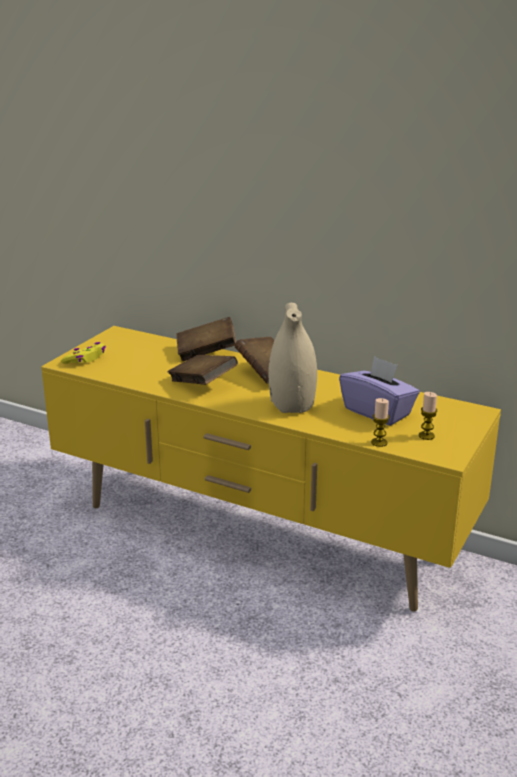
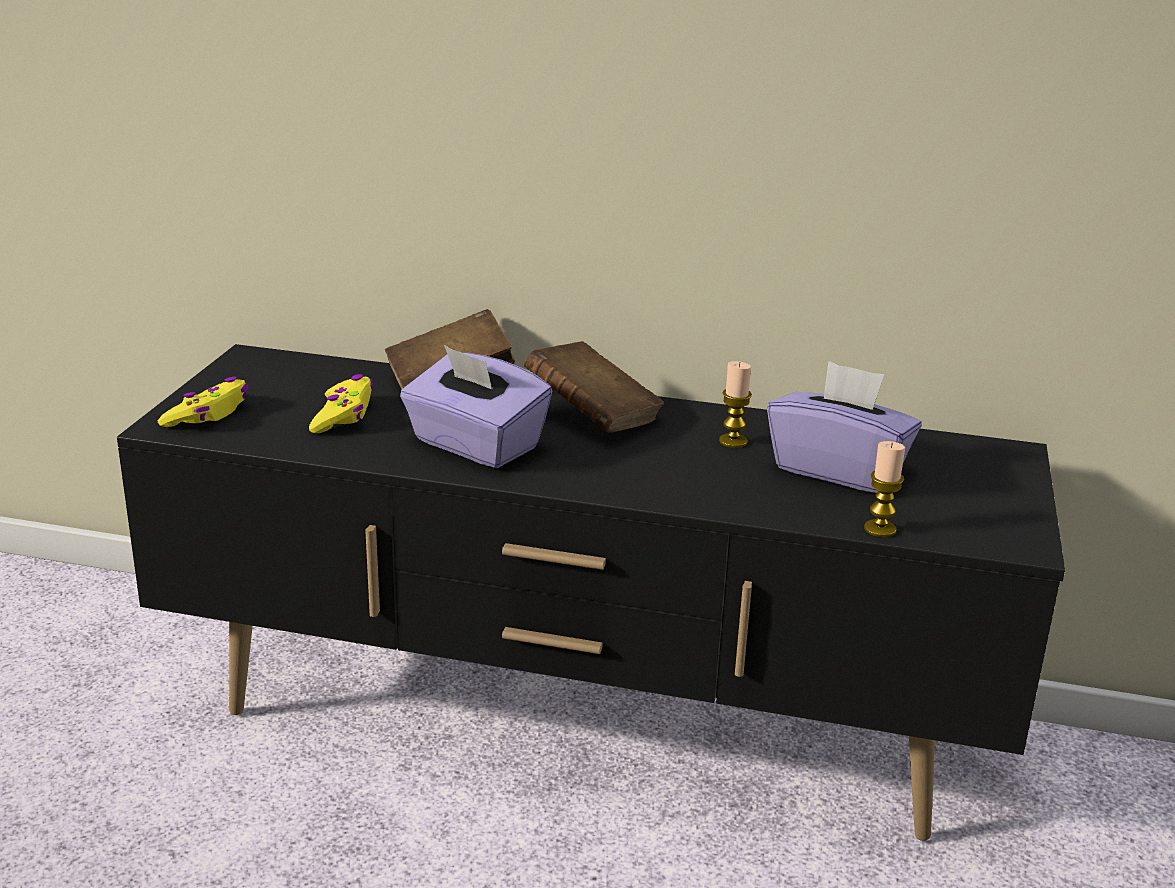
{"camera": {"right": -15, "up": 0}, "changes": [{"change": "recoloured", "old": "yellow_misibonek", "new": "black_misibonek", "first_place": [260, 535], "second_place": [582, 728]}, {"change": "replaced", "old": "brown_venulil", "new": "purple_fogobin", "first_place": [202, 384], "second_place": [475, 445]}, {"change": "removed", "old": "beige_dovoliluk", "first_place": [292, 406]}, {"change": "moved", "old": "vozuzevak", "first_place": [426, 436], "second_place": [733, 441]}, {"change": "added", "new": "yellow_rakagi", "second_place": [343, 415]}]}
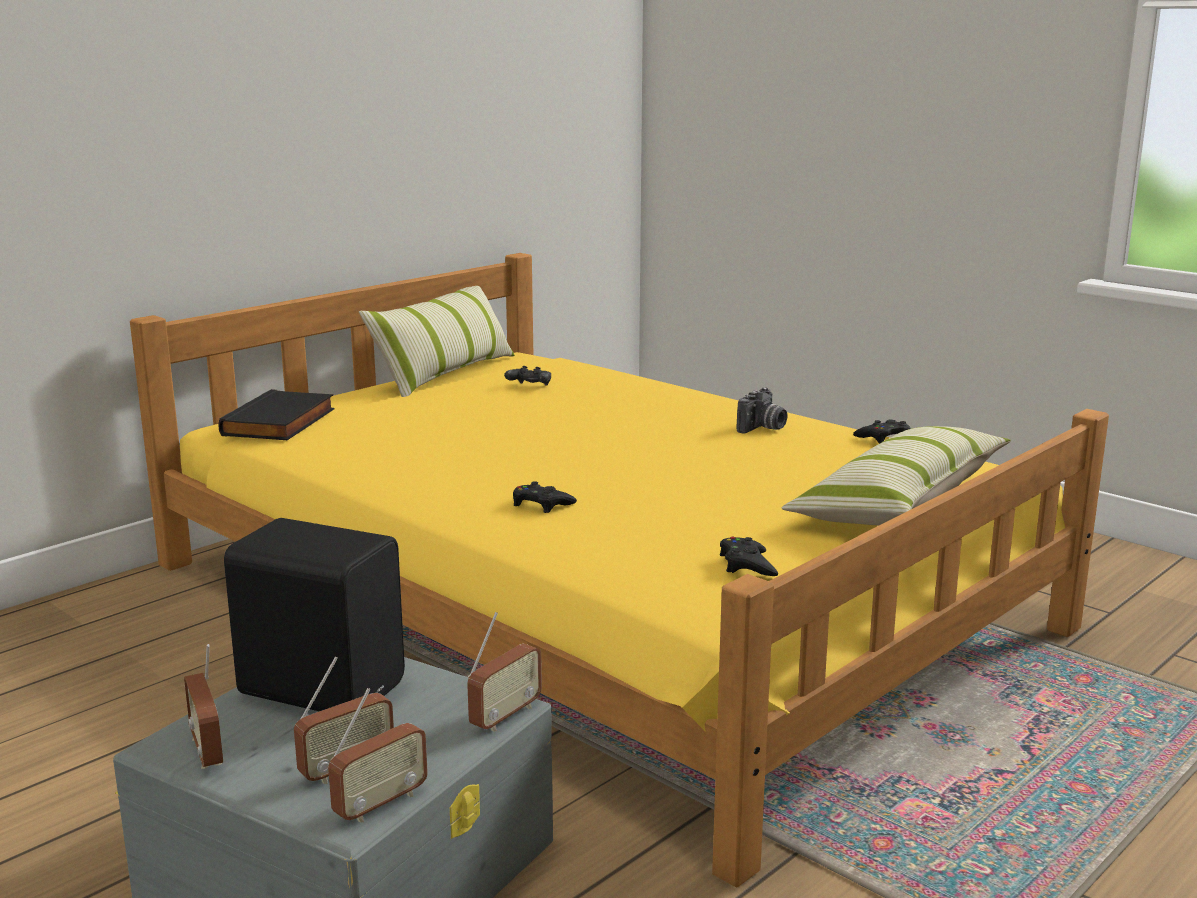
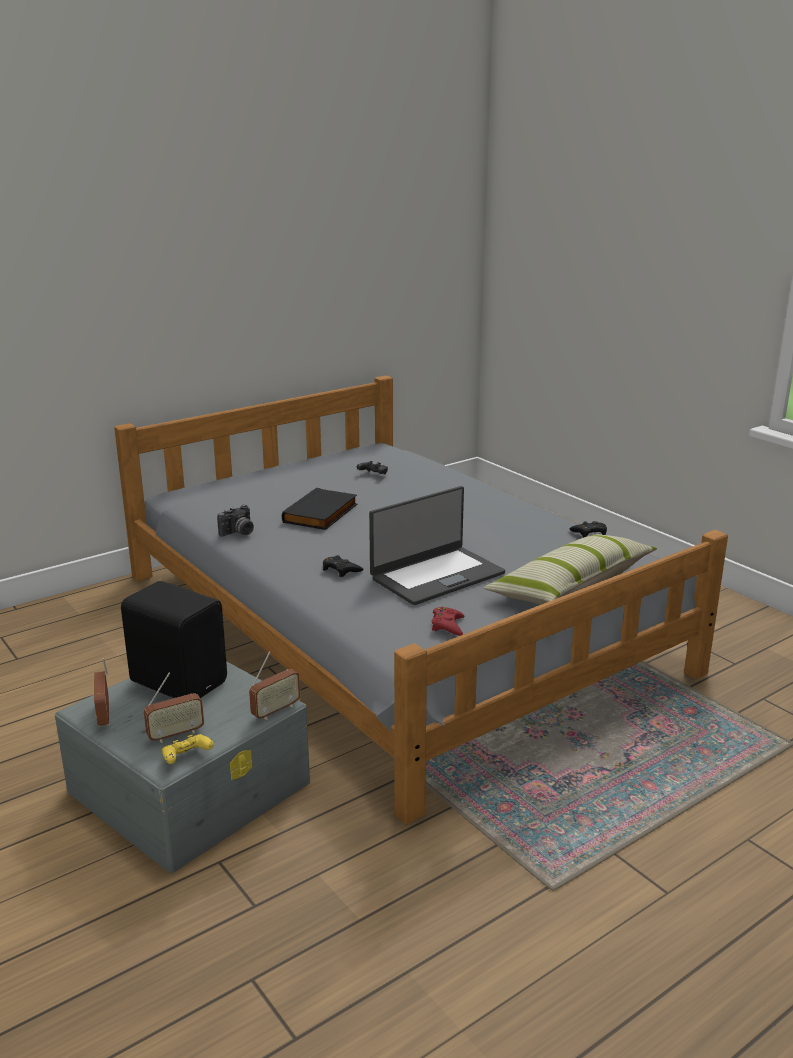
{"camera": {"right": 10, "up": 5}, "changes": [{"change": "recoloured", "old": "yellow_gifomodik", "new": "grey_gifomodik", "first_place": [598, 596], "second_place": [396, 621]}, {"change": "moved", "old": "black_venulil", "first_place": [281, 423], "second_place": [322, 514]}, {"change": "replaced", "old": "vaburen", "new": "yellow_rakagi", "first_place": [380, 804], "second_place": [186, 758]}, {"change": "removed", "old": "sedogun", "first_place": [445, 374]}, {"change": "recoloured", "old": "black_rakagi", "new": "red_rakagi", "first_place": [747, 564], "second_place": [447, 625]}, {"change": "moved", "old": "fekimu", "first_place": [762, 428], "second_place": [238, 533]}, {"change": "added", "new": "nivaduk", "second_place": [436, 575]}]}
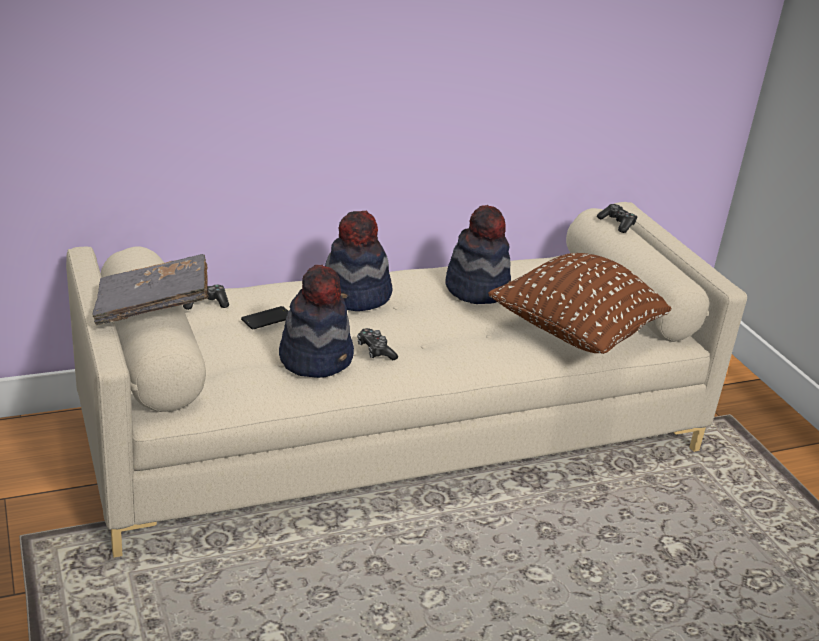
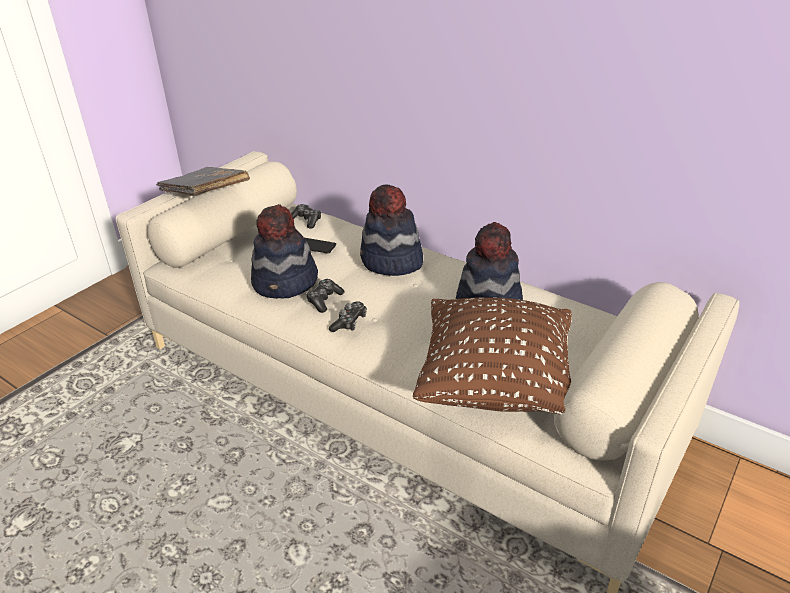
{"camera": {"right": 60, "up": 5}, "changes": [{"change": "moved", "old": "rakagi", "first_place": [617, 224], "second_place": [349, 322]}]}
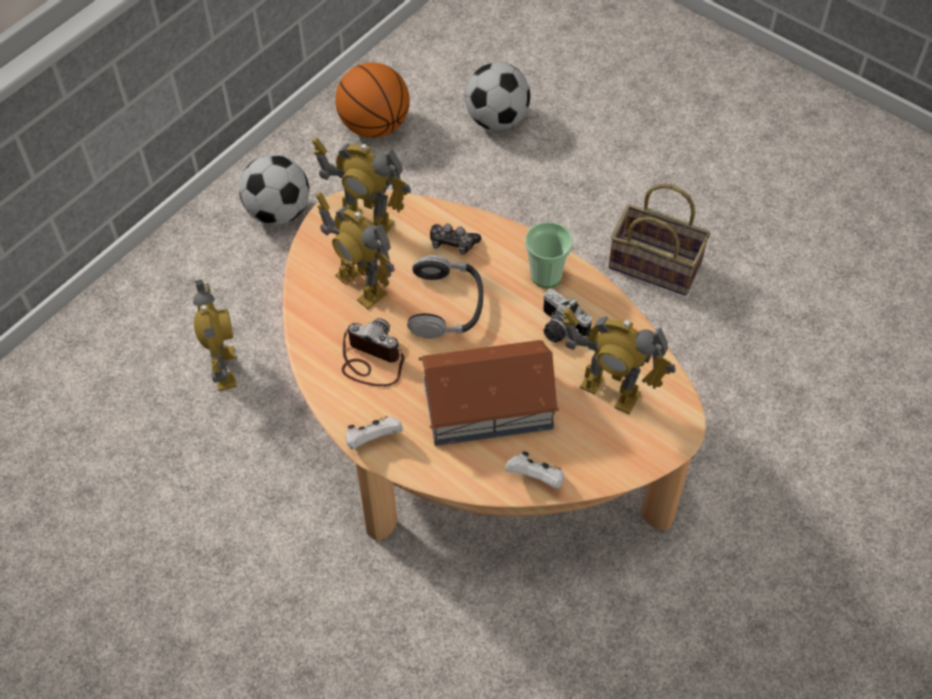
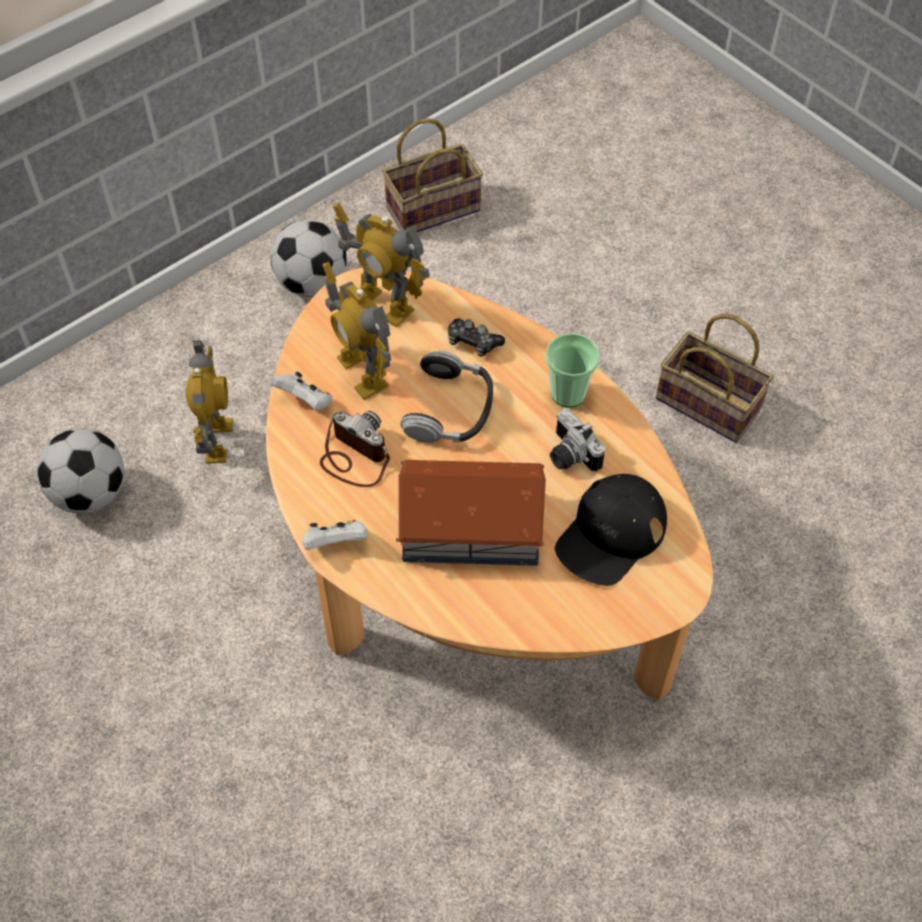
{"camera": {"right": 10, "up": 0}, "changes": [{"change": "replaced", "old": "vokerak", "new": "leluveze", "first_place": [374, 126], "second_place": [434, 207]}, {"change": "moved", "old": "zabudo", "first_place": [496, 119], "second_place": [91, 493]}, {"change": "moved", "old": "white_rakagi", "first_place": [536, 478], "second_place": [306, 402]}, {"change": "replaced", "old": "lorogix", "new": "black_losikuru", "first_place": [610, 391], "second_place": [611, 534]}]}
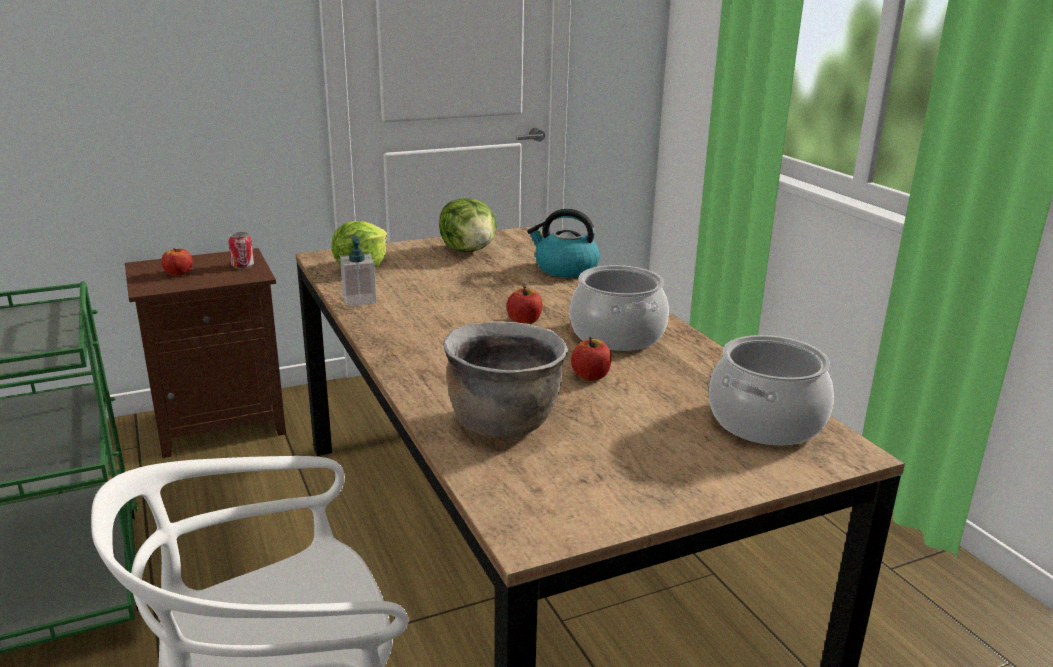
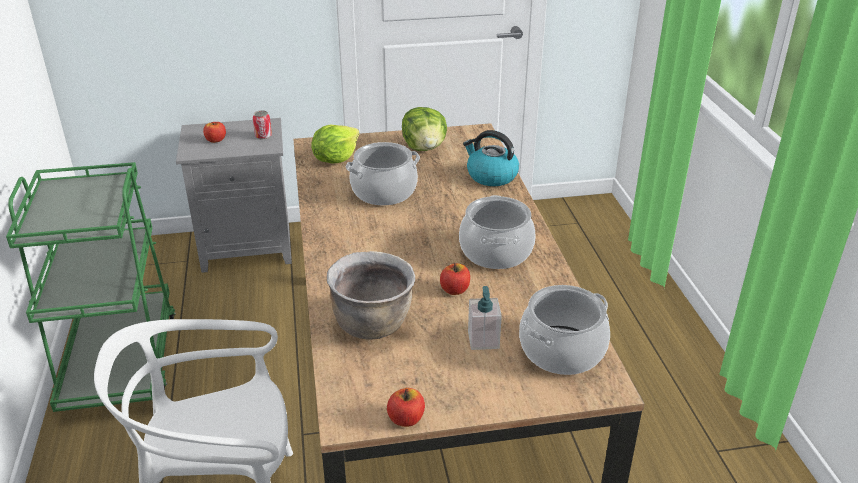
{"camera": {"right": 15, "up": 10}, "changes": [{"change": "recoloured", "old": "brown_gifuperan", "new": "grey_gifuperan", "first_place": [221, 423], "second_place": [248, 247]}, {"change": "moved", "old": "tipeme", "first_place": [359, 300], "second_place": [483, 340]}, {"change": "moved", "old": "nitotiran", "first_place": [524, 321], "second_place": [406, 419]}, {"change": "added", "new": "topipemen", "second_place": [384, 191]}]}
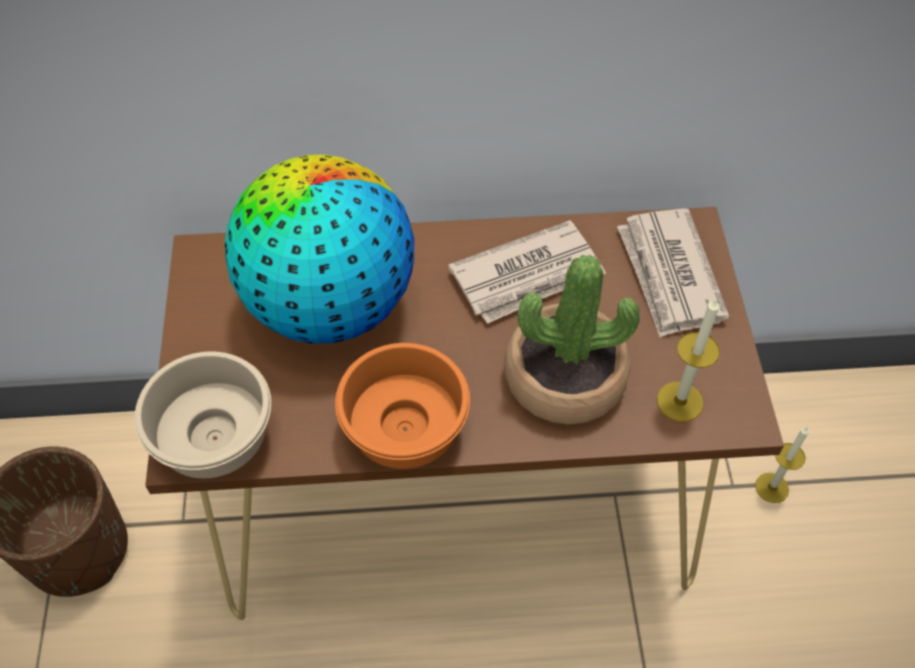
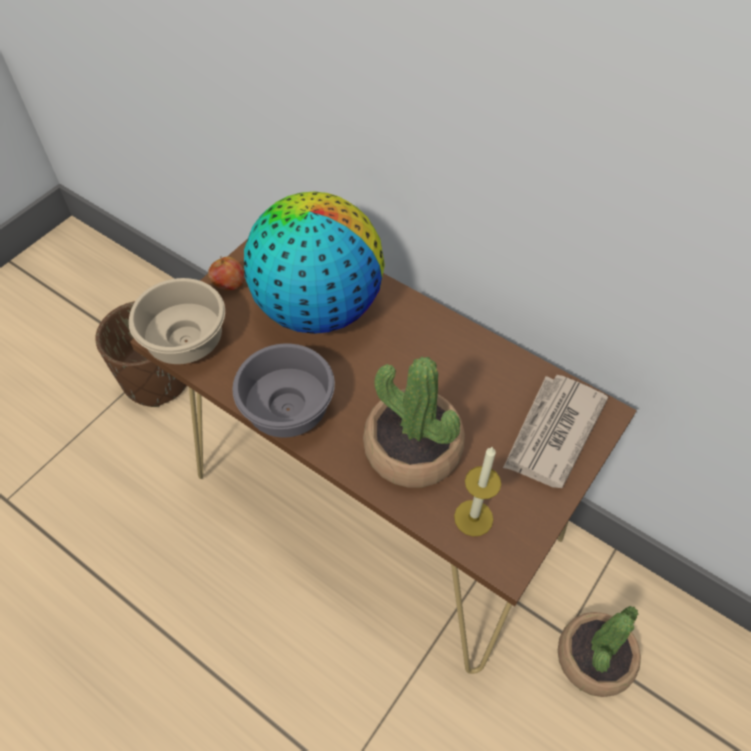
{"camera": {"right": 40, "up": 0}, "changes": [{"change": "recoloured", "old": "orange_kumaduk", "new": "grey_kumaduk", "first_place": [404, 433], "second_place": [285, 411]}, {"change": "removed", "old": "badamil", "first_place": [529, 276]}, {"change": "replaced", "old": "vozuzevak", "new": "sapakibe", "first_place": [772, 487], "second_place": [594, 658]}, {"change": "added", "new": "nitotiran", "second_place": [229, 285]}]}
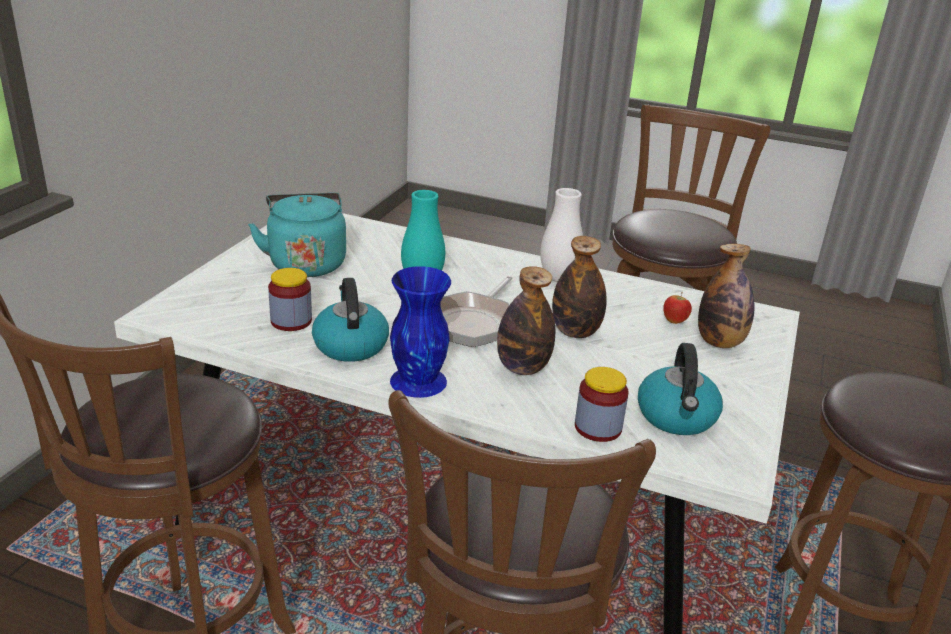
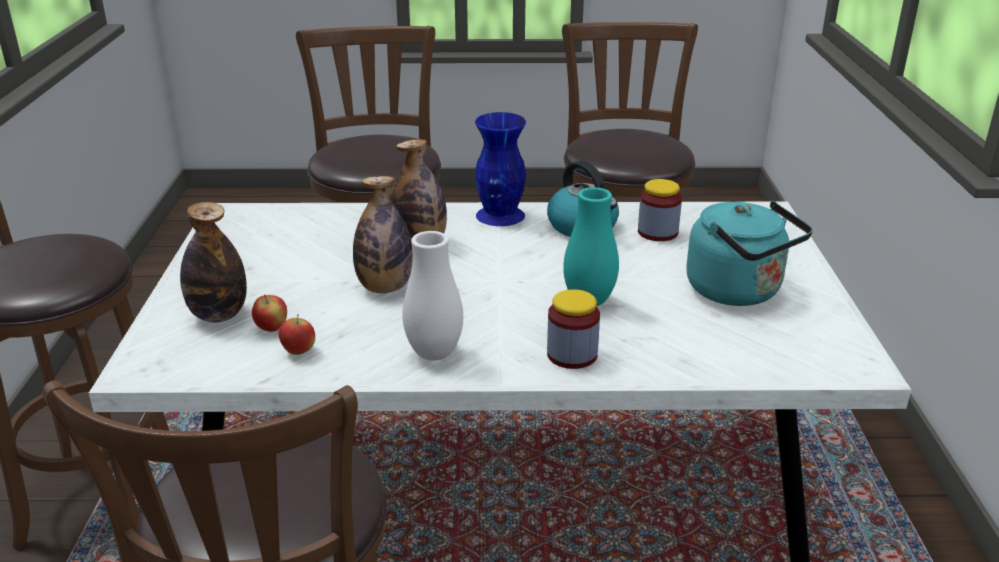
{"camera": {"right": 160, "up": 0}, "changes": [{"change": "removed", "old": "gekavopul", "first_place": [473, 322]}, {"change": "moved", "old": "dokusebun", "first_place": [598, 427], "second_place": [572, 355]}, {"change": "removed", "old": "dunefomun", "first_place": [677, 417]}, {"change": "added", "new": "nitotiran", "second_place": [298, 351]}]}
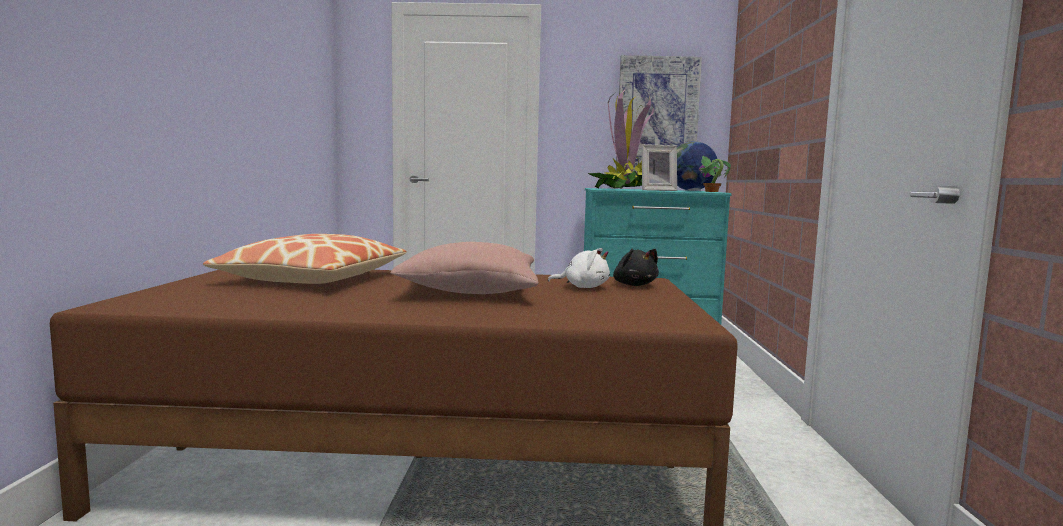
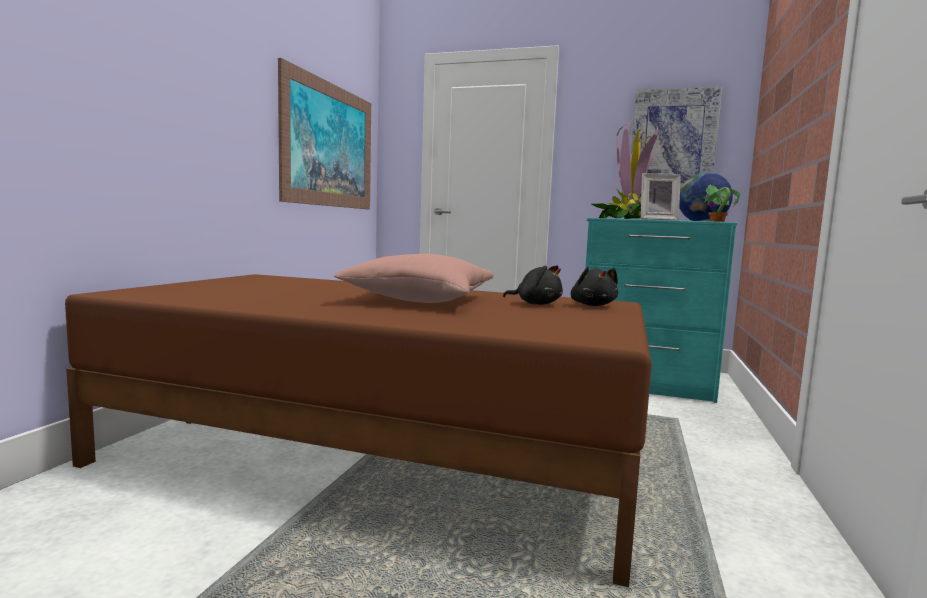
{"camera": {"right": 15, "up": 0}, "changes": [{"change": "removed", "old": "sedogun", "first_place": [314, 279]}, {"change": "recoloured", "old": "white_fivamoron", "new": "black_fivamoron", "first_place": [583, 287], "second_place": [536, 304]}, {"change": "added", "new": "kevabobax", "second_place": [329, 145]}]}
